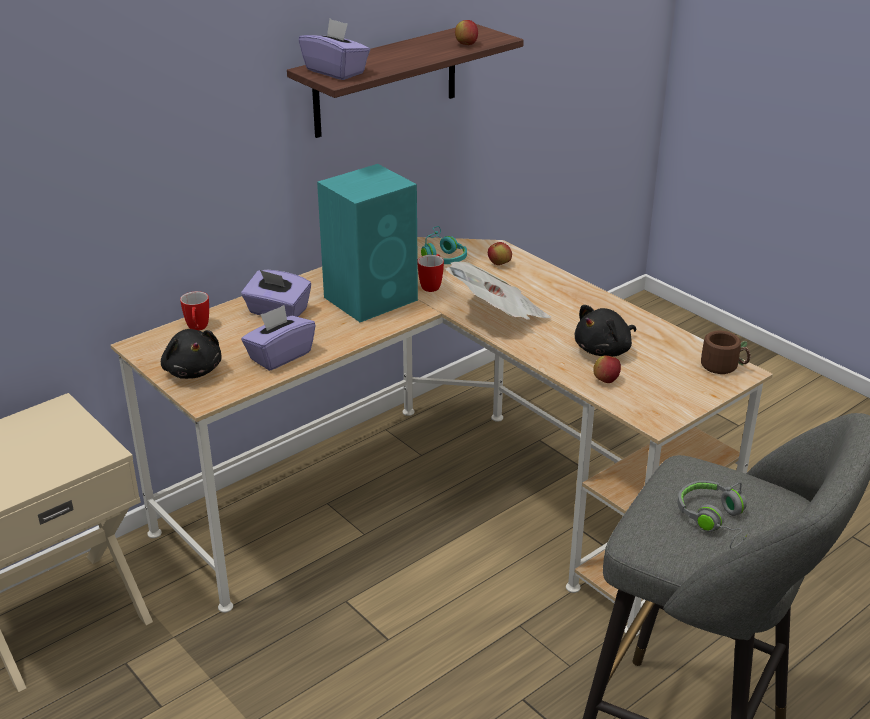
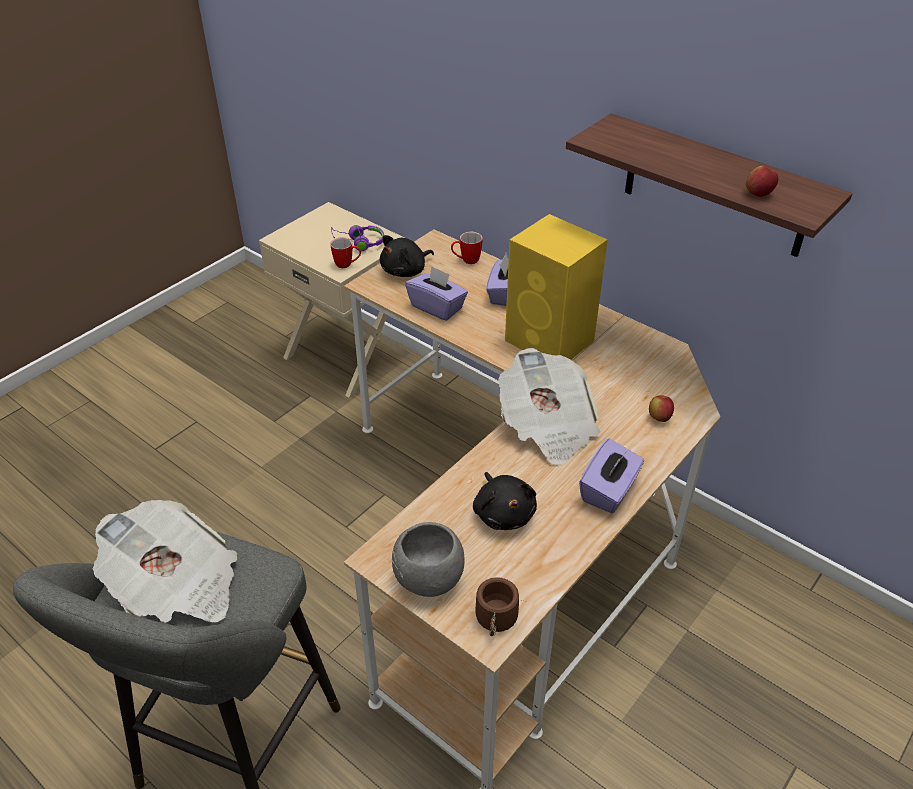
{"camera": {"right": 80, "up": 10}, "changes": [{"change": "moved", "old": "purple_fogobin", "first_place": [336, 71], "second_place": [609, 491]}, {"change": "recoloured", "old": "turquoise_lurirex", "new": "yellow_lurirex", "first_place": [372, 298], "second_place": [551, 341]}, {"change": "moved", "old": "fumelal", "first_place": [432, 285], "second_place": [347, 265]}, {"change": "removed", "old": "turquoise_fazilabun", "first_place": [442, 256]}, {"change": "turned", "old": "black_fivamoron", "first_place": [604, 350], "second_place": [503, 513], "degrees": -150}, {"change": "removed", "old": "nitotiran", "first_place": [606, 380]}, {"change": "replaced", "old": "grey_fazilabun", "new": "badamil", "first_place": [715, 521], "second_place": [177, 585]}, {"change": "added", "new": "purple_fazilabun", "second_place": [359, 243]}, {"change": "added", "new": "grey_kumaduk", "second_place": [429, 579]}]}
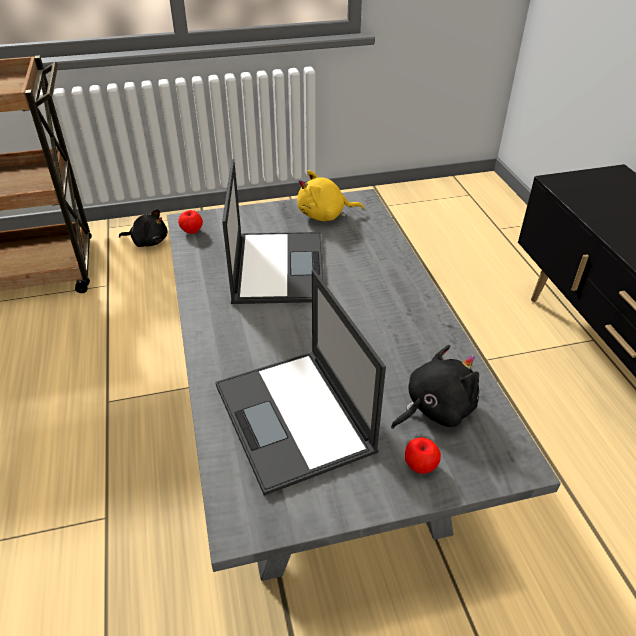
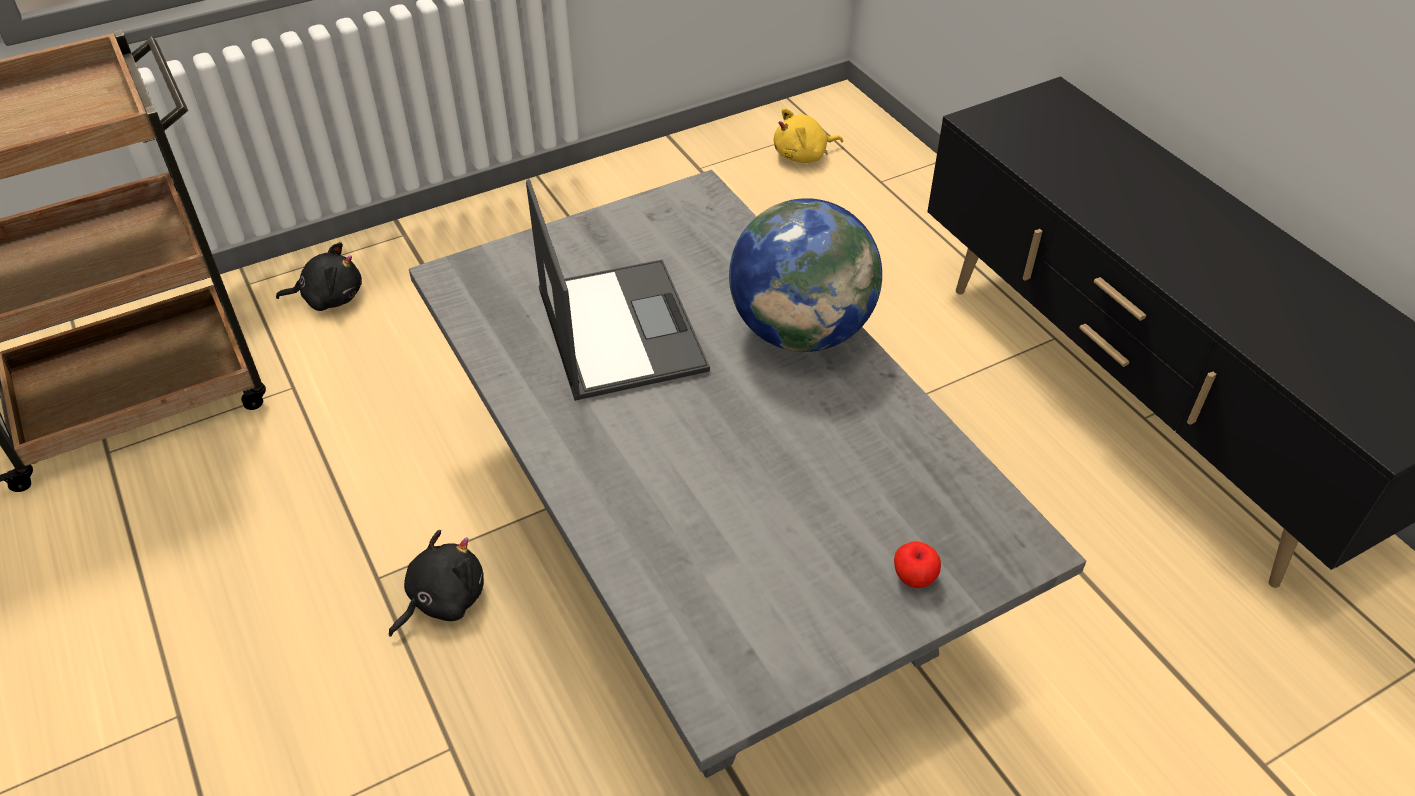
{"camera": {"right": -15, "up": 5}, "changes": [{"change": "removed", "old": "nitotiran", "first_place": [192, 231]}, {"change": "removed", "old": "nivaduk", "first_place": [295, 419]}, {"change": "moved", "old": "yellow_fivamoron", "first_place": [325, 215], "second_place": [803, 155]}, {"change": "moved", "old": "black_fivamoron", "first_place": [435, 408], "second_place": [442, 599]}, {"change": "added", "new": "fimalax", "second_place": [801, 331]}]}
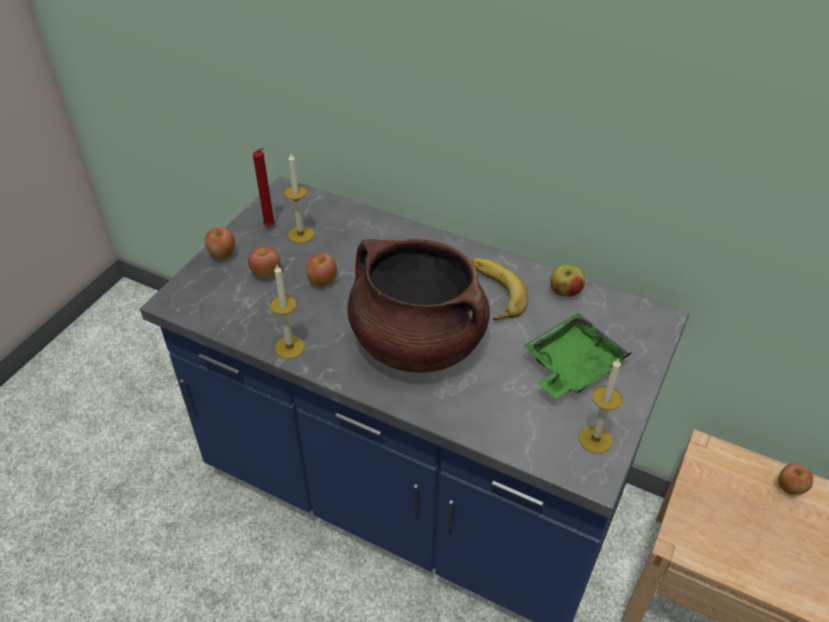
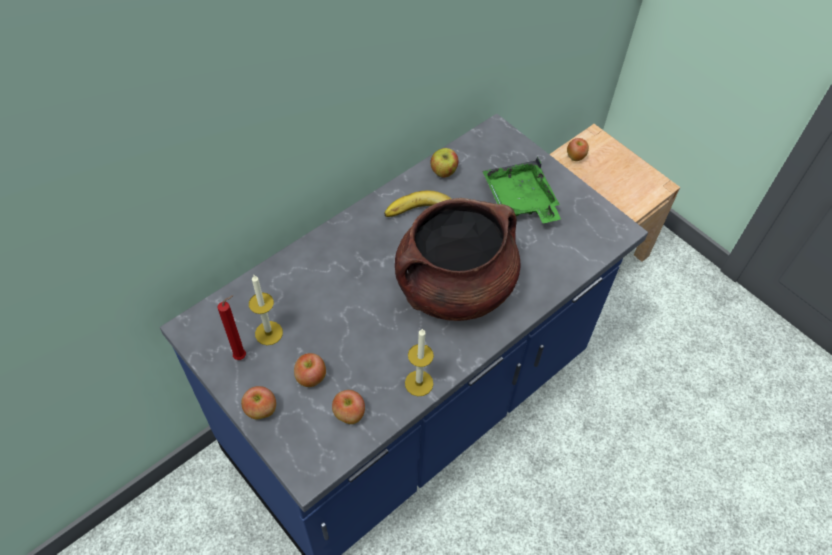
{"camera": {"right": -70, "up": 10}, "changes": [{"change": "moved", "old": "nitotiran", "first_place": [322, 281], "second_place": [349, 414]}, {"change": "removed", "old": "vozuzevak", "first_place": [595, 439]}]}
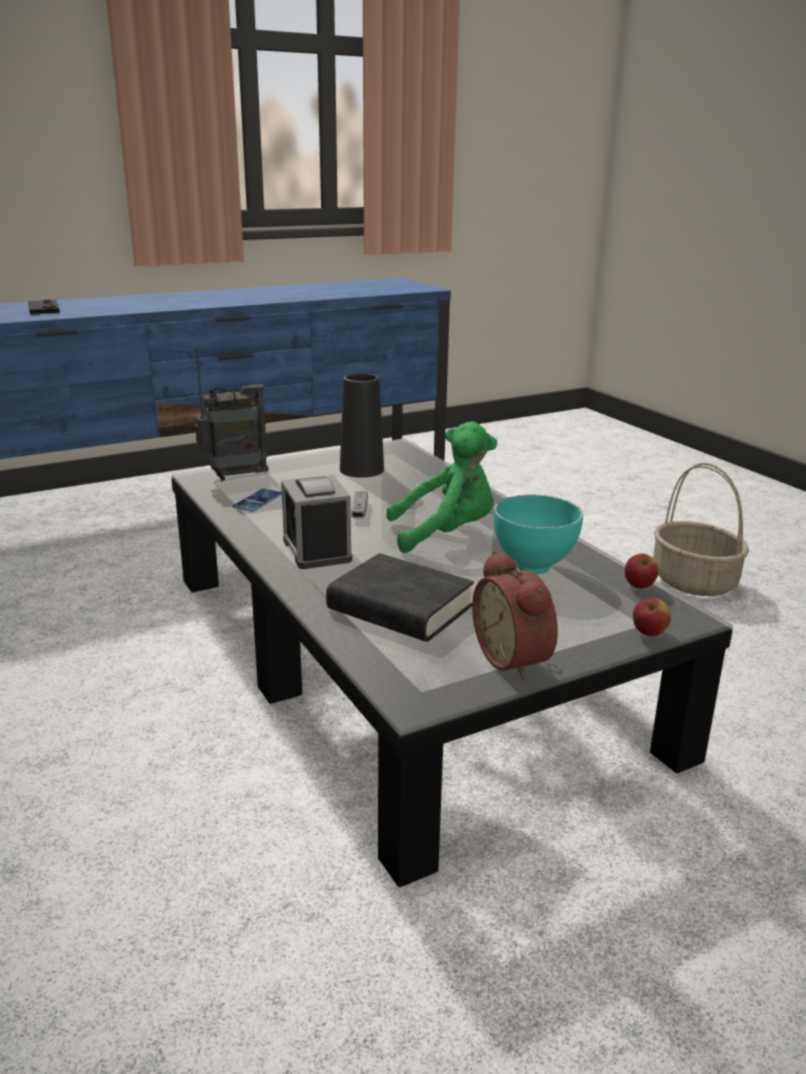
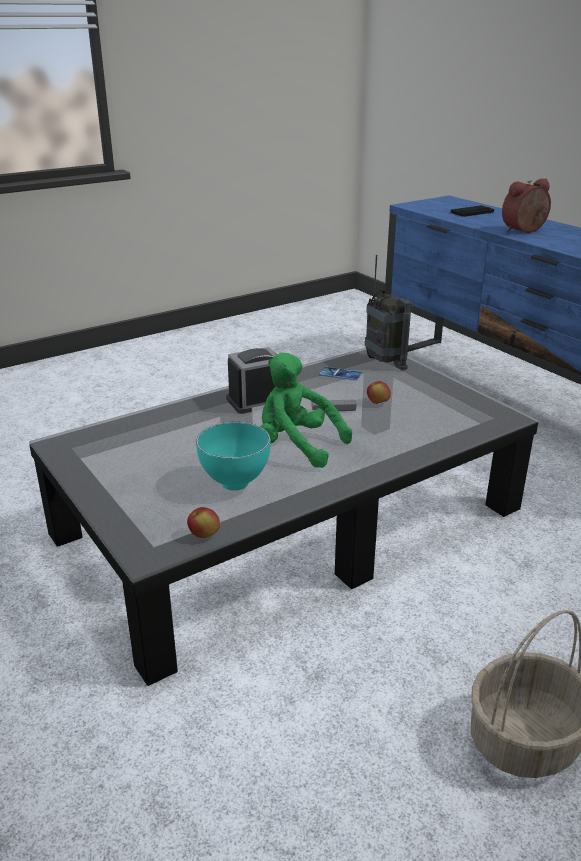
{"camera": {"right": 85, "up": 5}, "changes": [{"change": "removed", "old": "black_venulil", "first_place": [400, 608]}, {"change": "removed", "old": "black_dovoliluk", "first_place": [361, 470]}, {"change": "turned", "old": "green_fivamoron", "first_place": [446, 534], "second_place": [297, 446], "degrees": 135}, {"change": "moved", "old": "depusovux", "first_place": [516, 659], "second_place": [525, 231]}, {"change": "moved", "old": "nitotiran", "first_place": [649, 633], "second_place": [378, 403]}]}
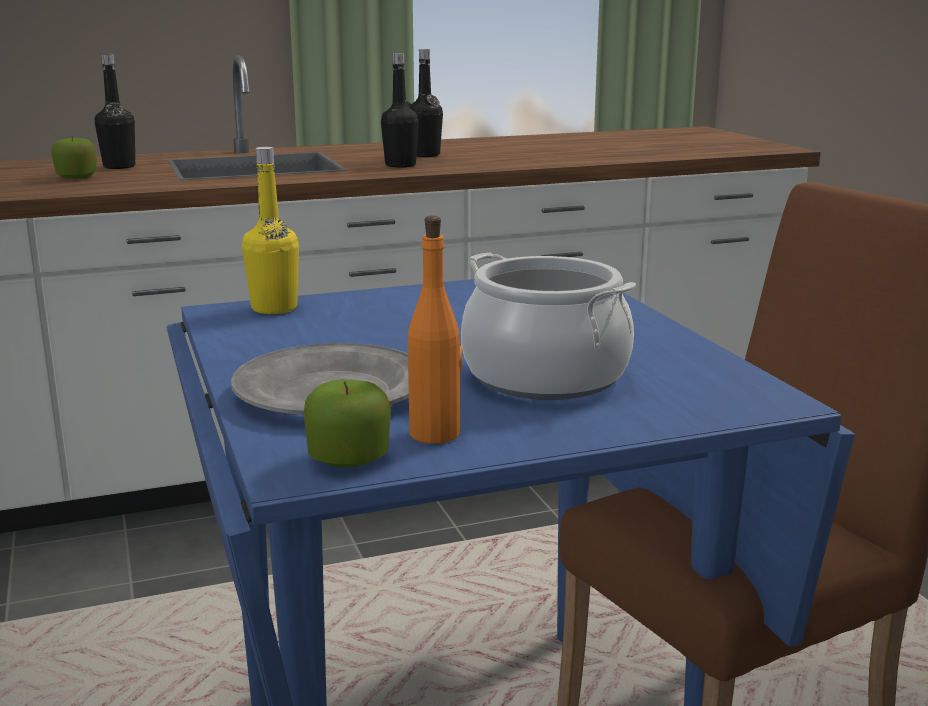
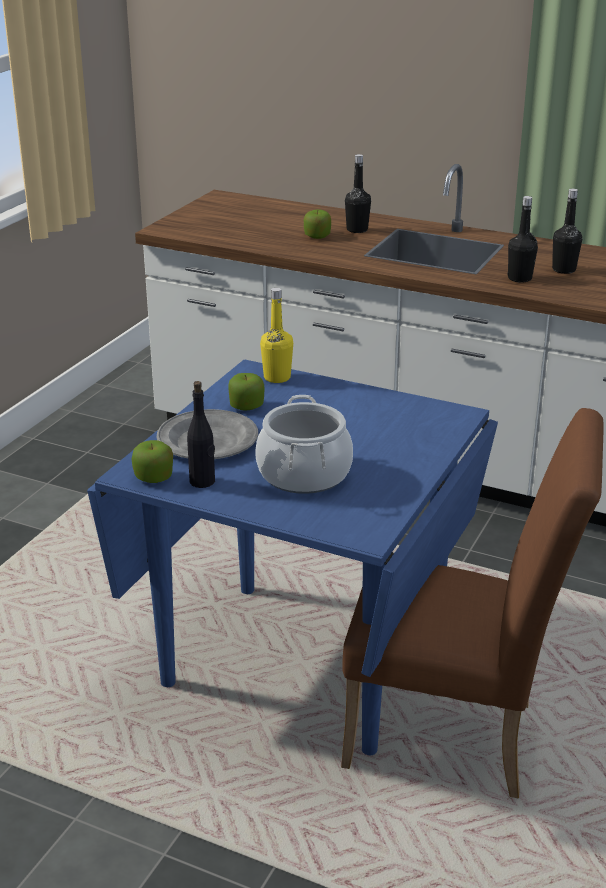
{"camera": {"right": 45, "up": 10}, "changes": [{"change": "recoloured", "old": "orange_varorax", "new": "black_varorax", "first_place": [435, 434], "second_place": [202, 481]}, {"change": "added", "new": "nitotiran", "second_place": [246, 406]}]}
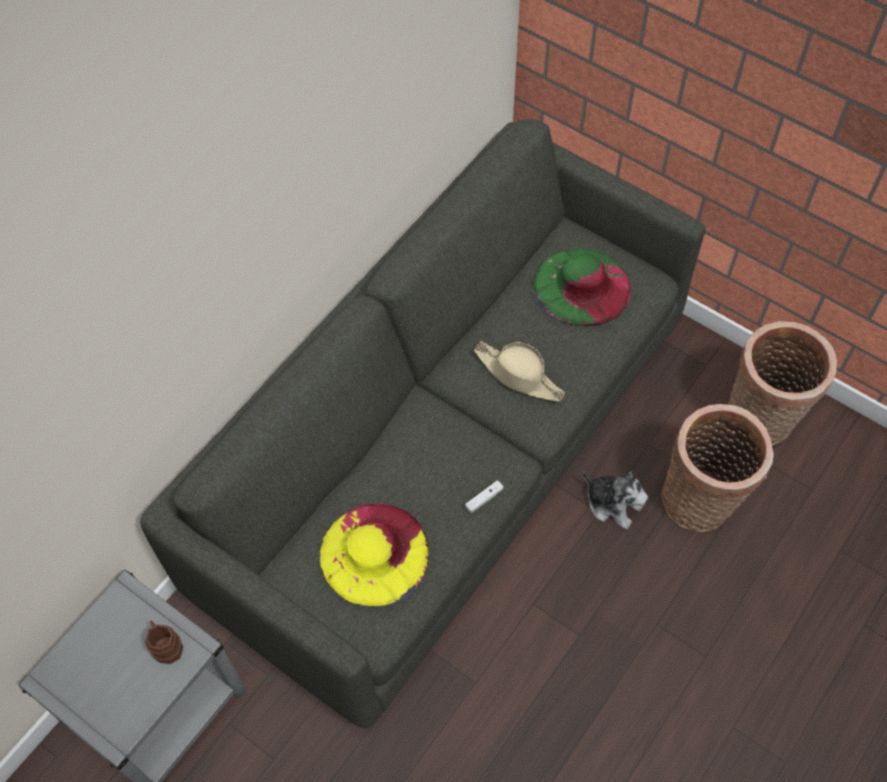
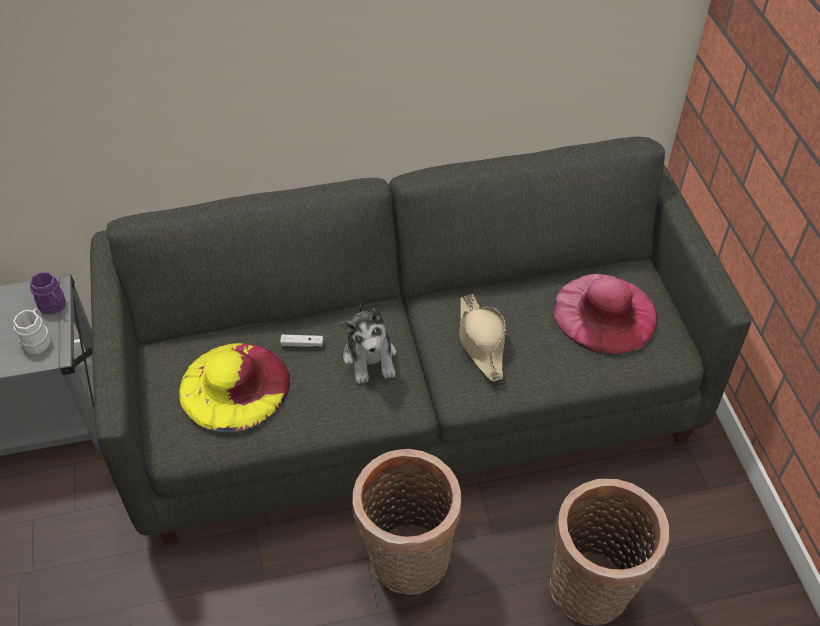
{"camera": {"right": 40, "up": -10}, "changes": [{"change": "recoloured", "old": "brown_fumelal", "new": "white_fumelal", "first_place": [165, 645], "second_place": [38, 339]}, {"change": "moved", "old": "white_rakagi", "first_place": [484, 499], "second_place": [302, 344]}, {"change": "recoloured", "old": "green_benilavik", "new": "pink_benilavik", "first_place": [581, 286], "second_place": [604, 313]}, {"change": "moved", "old": "fivamoron", "first_place": [613, 503], "second_place": [370, 357]}, {"change": "moved", "old": "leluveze", "first_place": [761, 421], "second_place": [407, 564]}, {"change": "added", "new": "purple_fumelal", "second_place": [54, 307]}]}
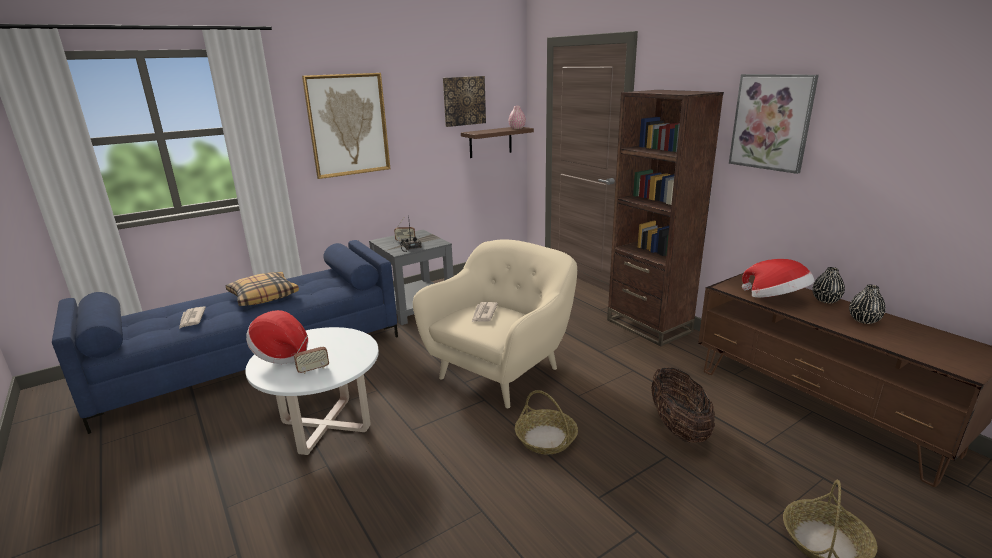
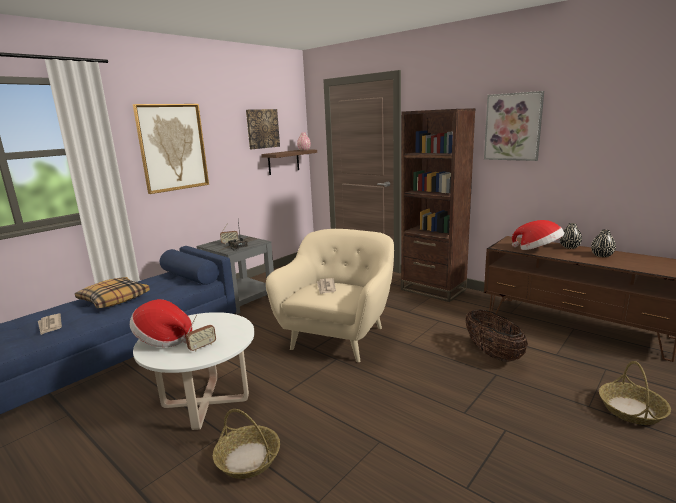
{"camera": {"right": -15, "up": -5}, "changes": [{"change": "moved", "old": "leluveze", "first_place": [545, 438], "second_place": [247, 459]}]}
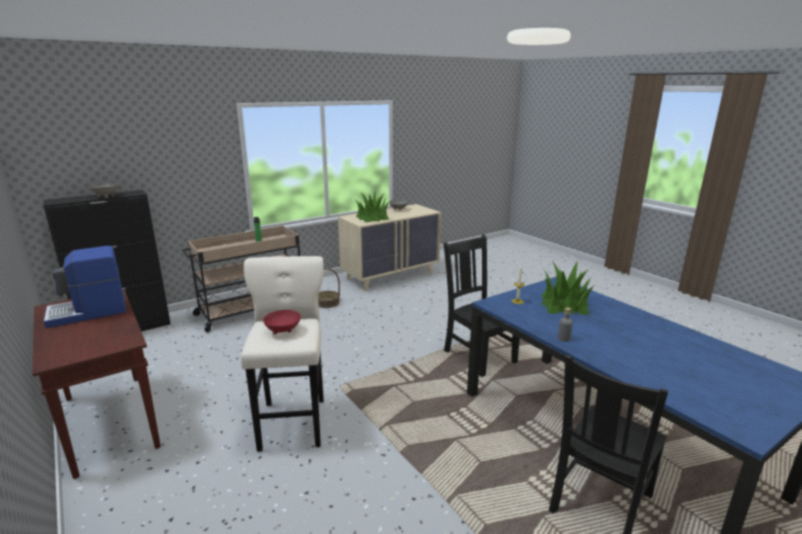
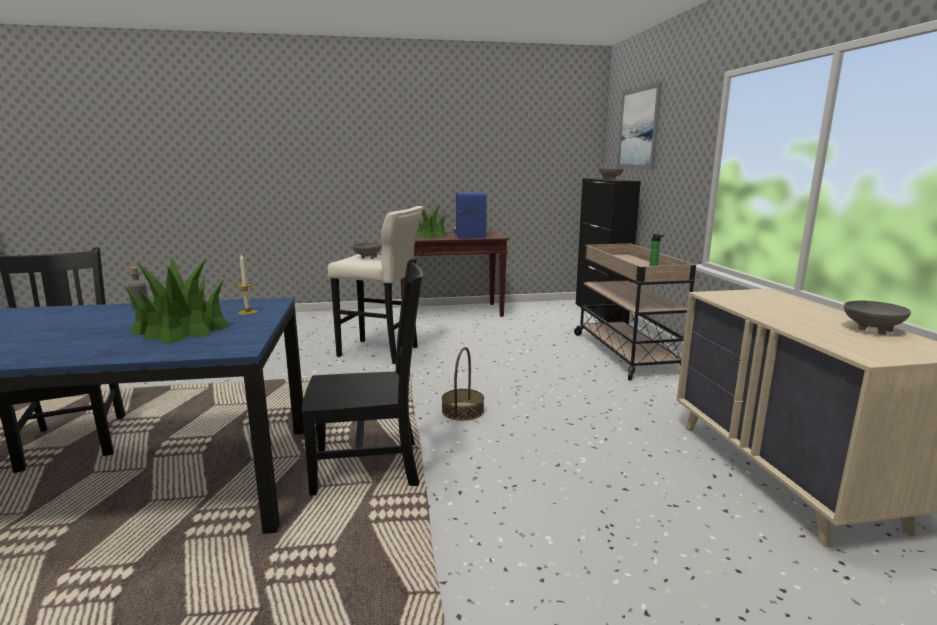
{"camera": {"right": 115, "up": -5}, "changes": [{"change": "recoloured", "old": "red_kumaduk", "new": "grey_kumaduk", "first_place": [282, 331], "second_place": [367, 257]}, {"change": "moved", "old": "leluveze", "first_place": [327, 303], "second_place": [463, 411]}, {"change": "moved", "old": "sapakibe", "first_place": [372, 218], "second_place": [430, 235]}, {"change": "added", "new": "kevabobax", "second_place": [638, 128]}]}
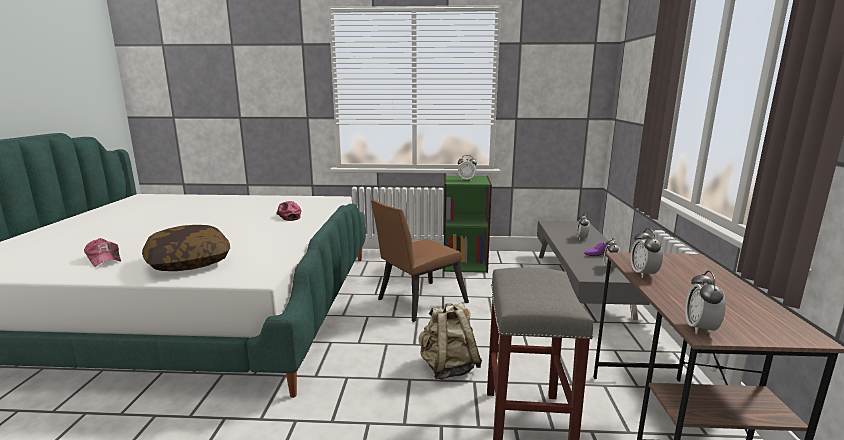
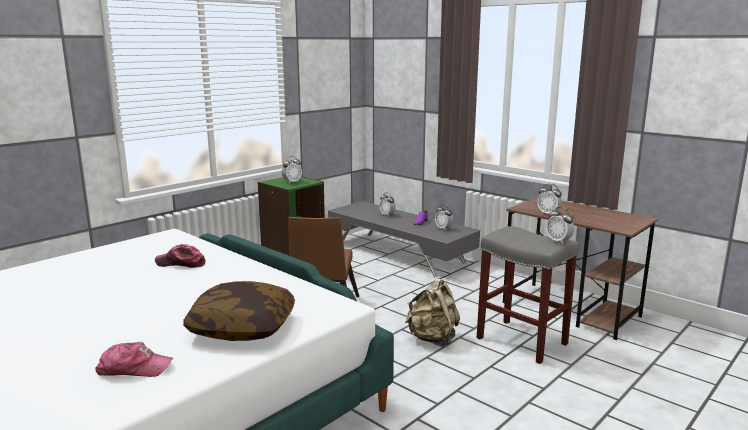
{"camera": {"right": -50, "up": 0}, "changes": [{"change": "moved", "old": "depusovux", "first_place": [700, 328], "second_place": [558, 241]}]}
